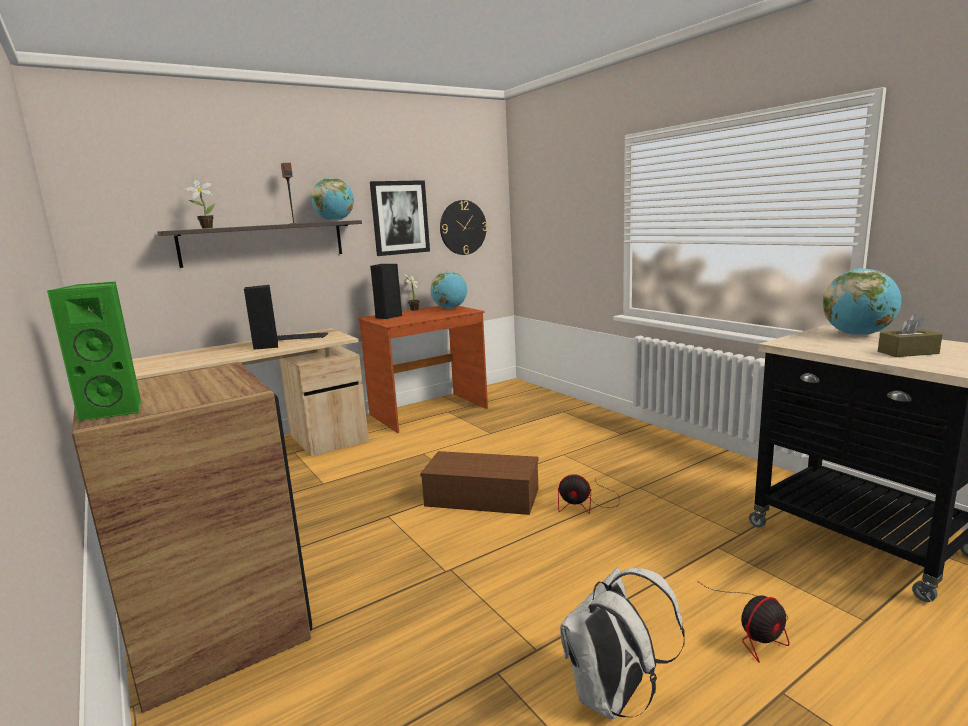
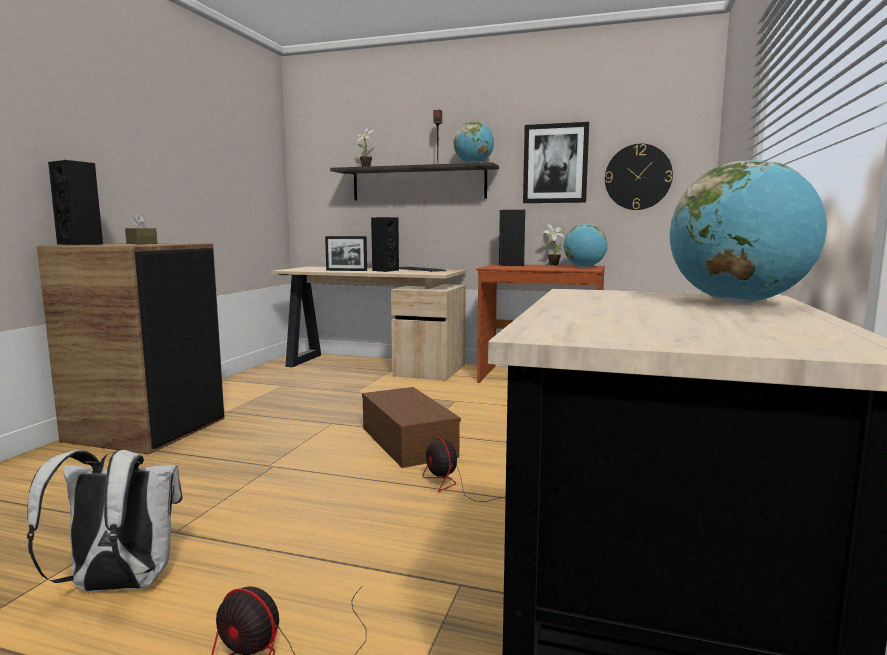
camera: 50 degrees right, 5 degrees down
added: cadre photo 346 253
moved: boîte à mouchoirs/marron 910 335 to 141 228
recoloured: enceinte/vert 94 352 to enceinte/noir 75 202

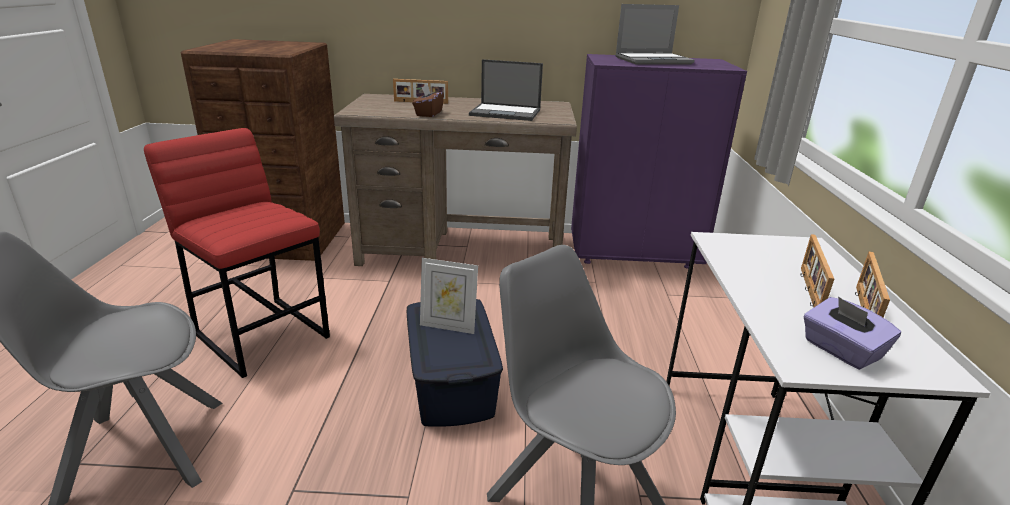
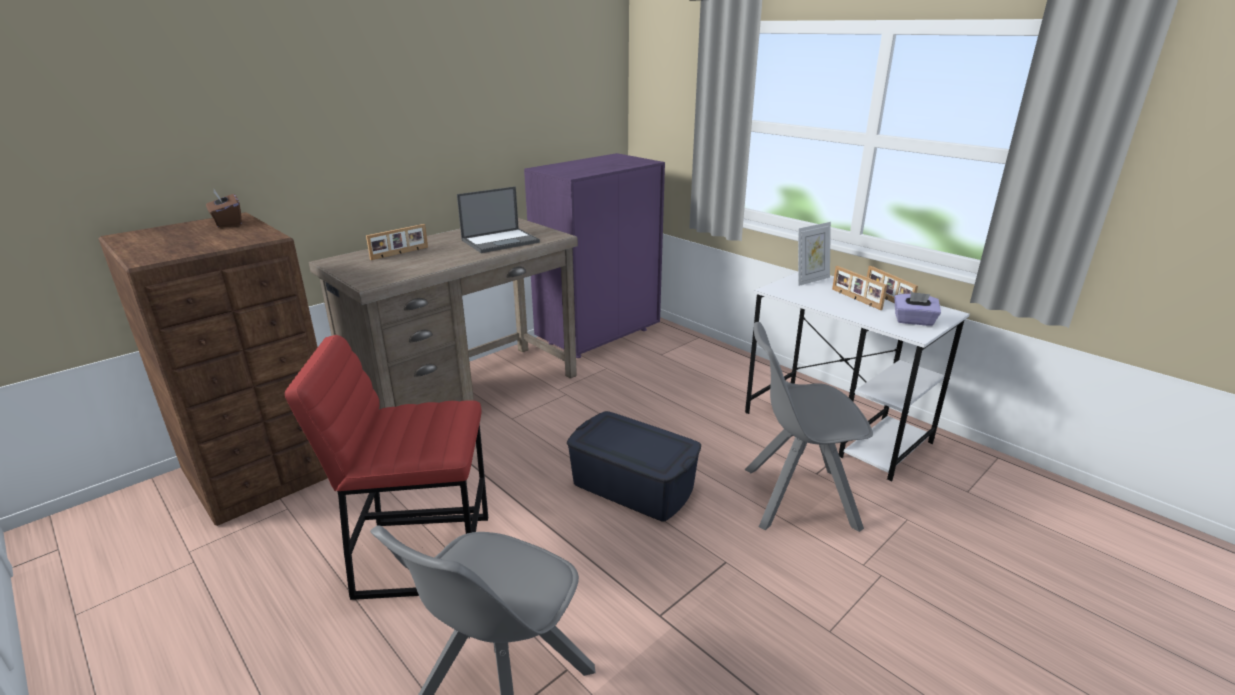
camera: 45 degrees left, 0 degrees up
removed: ordinateur portable 655 34
moved: boîte à mouchoirs/marron 428 100 to 224 208; cadre photo 449 296 to 814 254

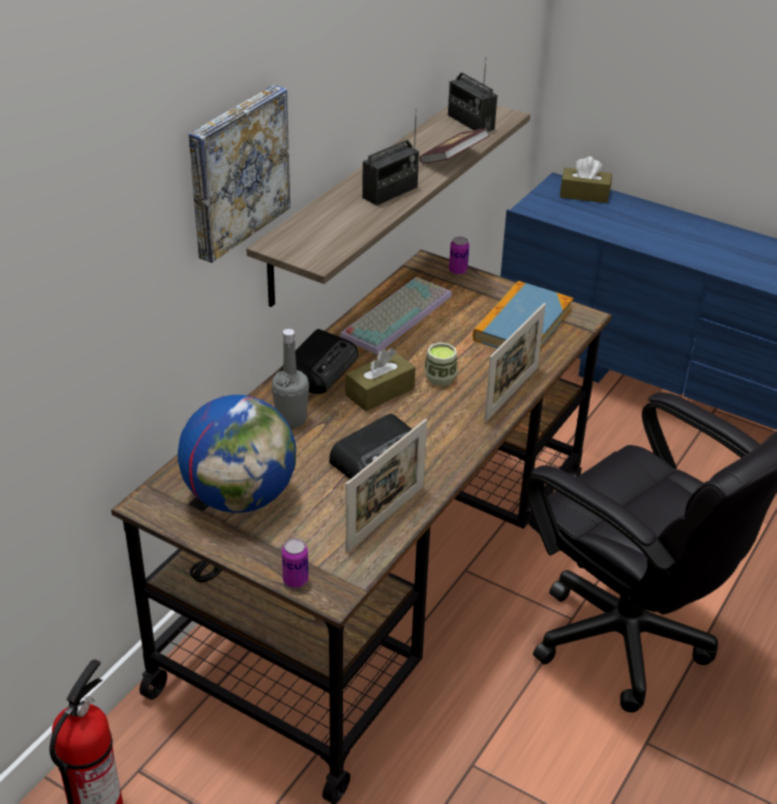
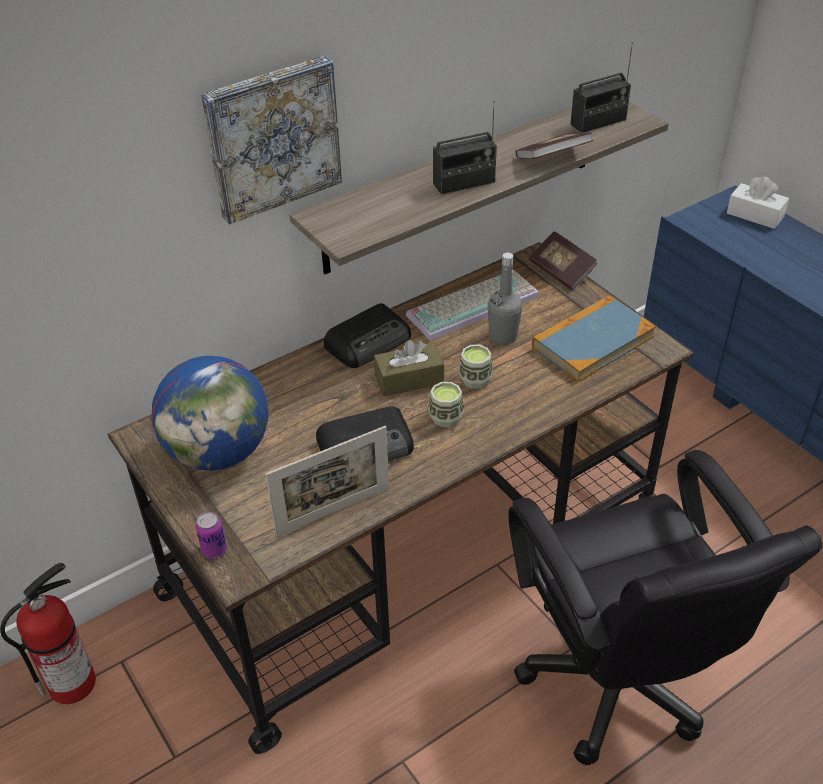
camera: 25 degrees right, 5 degrees up
removed: cadre photo 515 362
added: tasse 446 404
moved: bouteille/gris 290 378 to 505 299
replaced: boîte métallique 459 256 to livre 563 261
recoloured: boîte à mouchoirs/marron 586 180 to boîte à mouchoirs/blanc 758 202
turned: radio 472 95 = 601 87 105 degrees counterclockwise

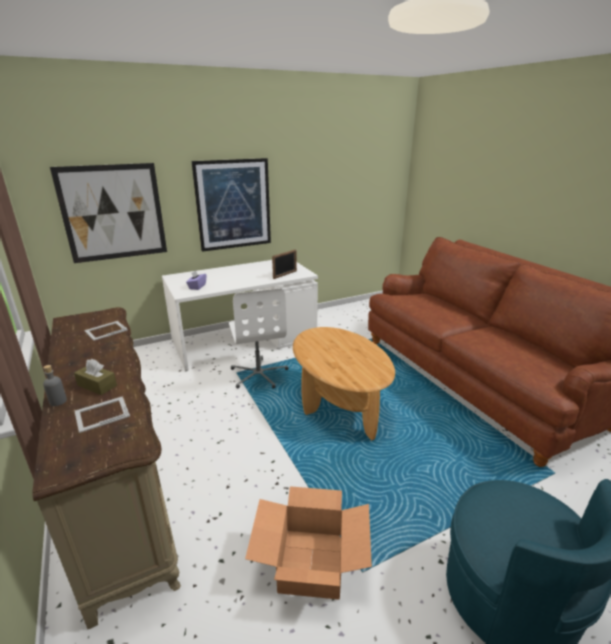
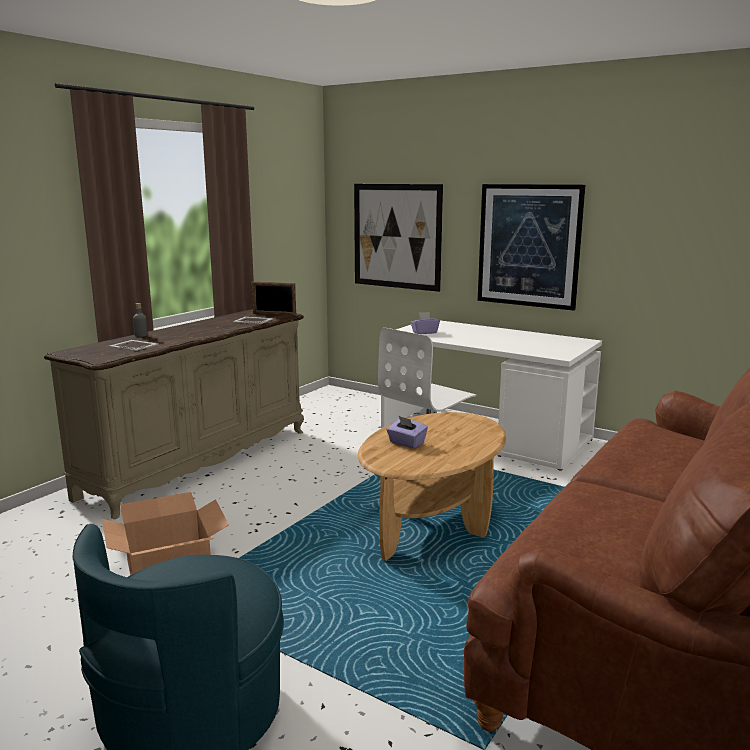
camera: 60 degrees right, 10 degrees down
removed: boîte à mouchoirs/marron 95 377
added: boîte à mouchoirs/violet 407 432
moved: cadre photo 284 264 to 274 299

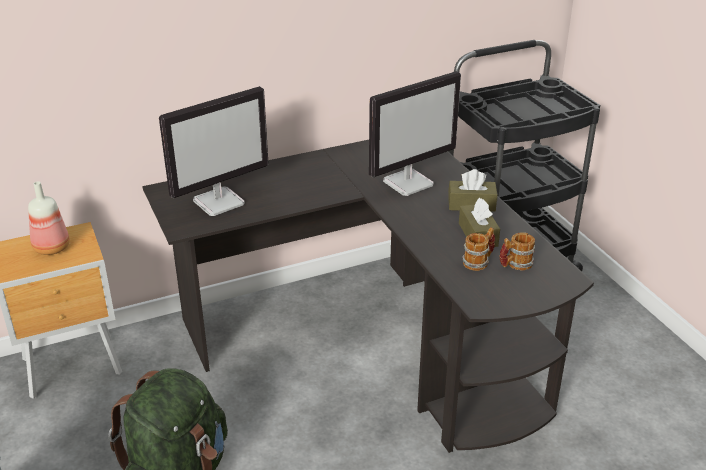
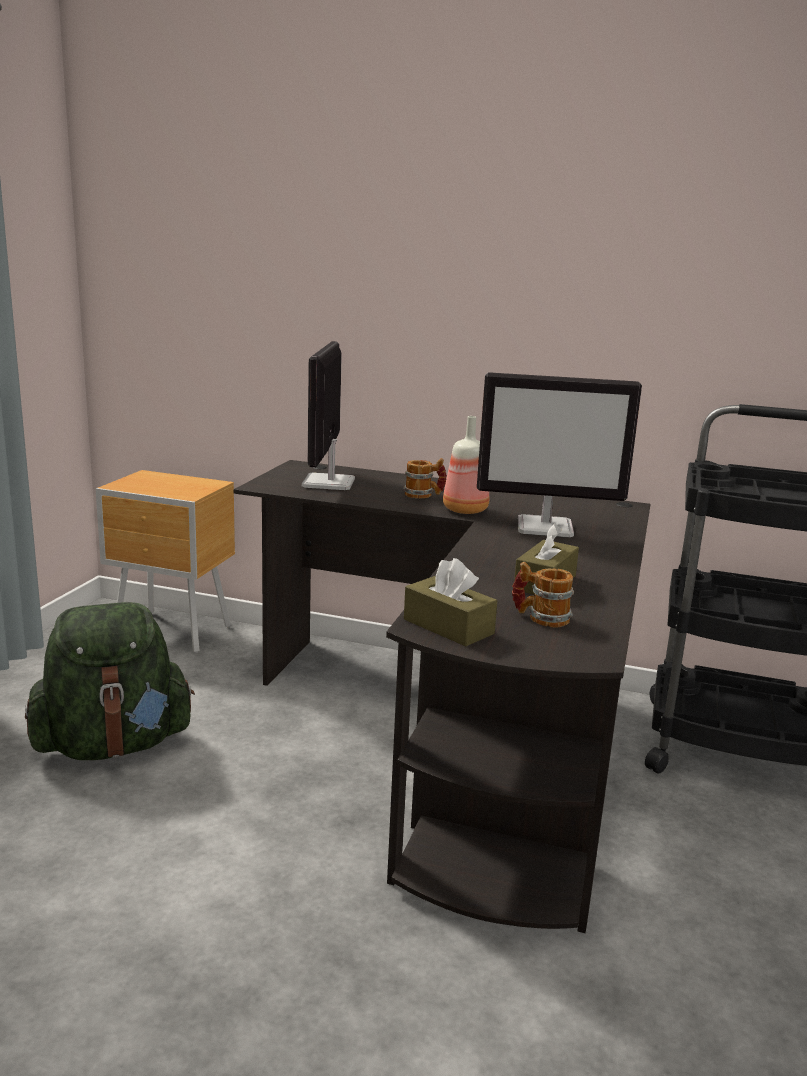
camera: 40 degrees right, 15 degrees down
moved: bouteille 49 218 to 466 465; boîte à mouchoirs/marron 472 190 to 450 602; mug 478 249 to 425 478
turned: écran d'ordinateur 214 151 = 328 415 90 degrees clockwise

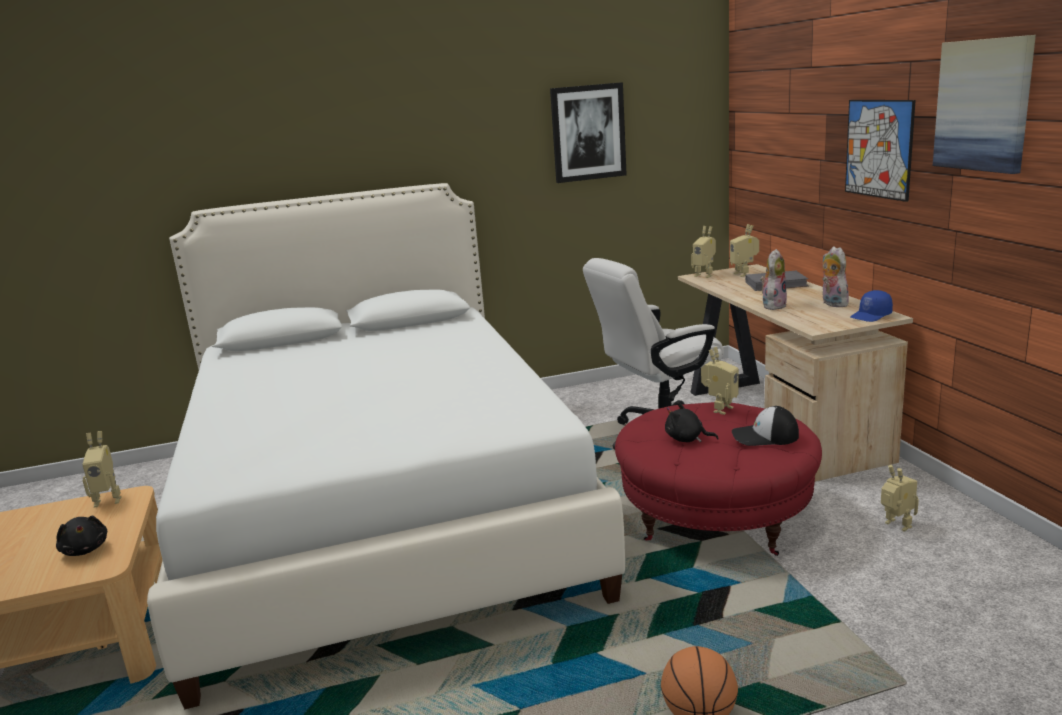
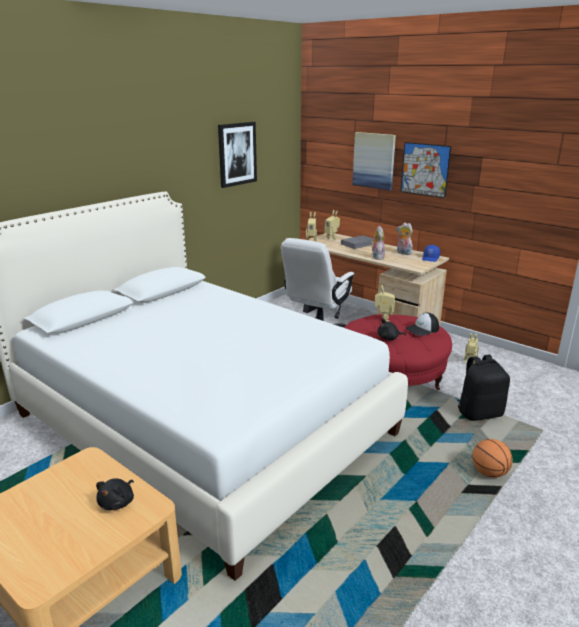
camera: 35 degrees left, 5 degrees up
removed: robot jouet 101 469
added: sac à dos/noir 484 388
moved: tableau 984 104 to 374 161
turned: peluche/noir 81 536 = 115 494 90 degrees clockwise

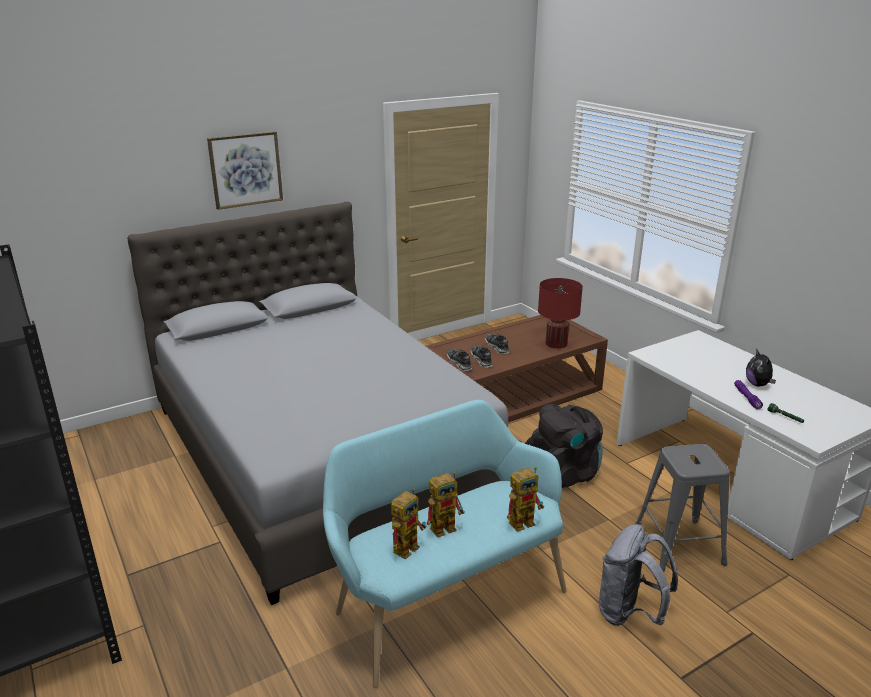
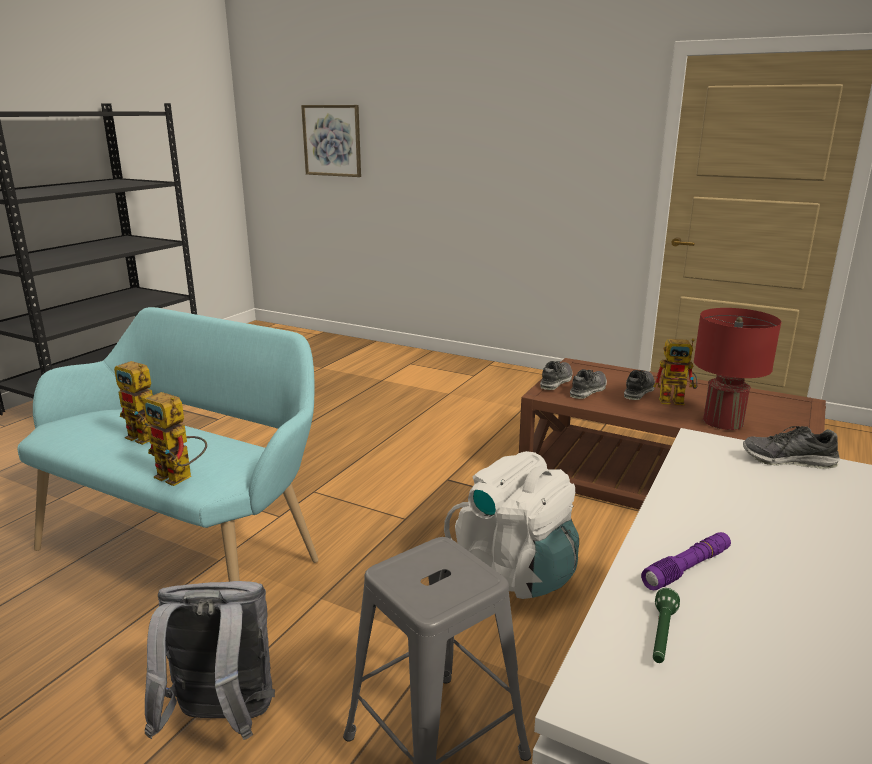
camera: 60 degrees right, 5 degrees down
removed: lit/gris 324 403; peluche 761 367
added: chaussure 791 447
moved: tableau 245 170 to 331 141; robot jouet 408 523 to 675 371
recoloured: sac à dos/noir 564 446 to sac à dos/blanc 511 525

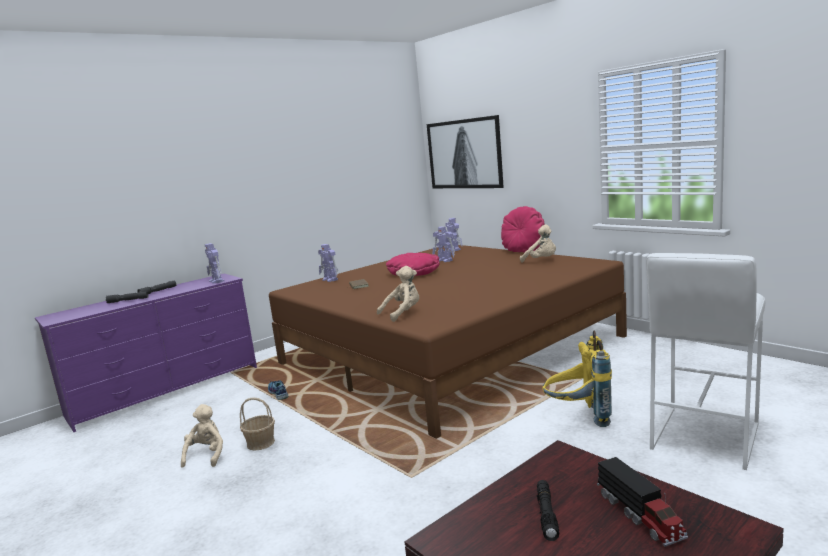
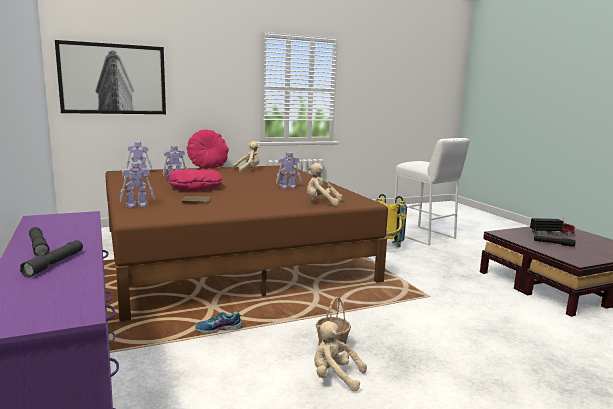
camera: 75 degrees left, 0 degrees up
moved: robot jouet 214 263 to 289 170
turned: peluche/beige 398 294 = 325 184 60 degrees counterclockwise

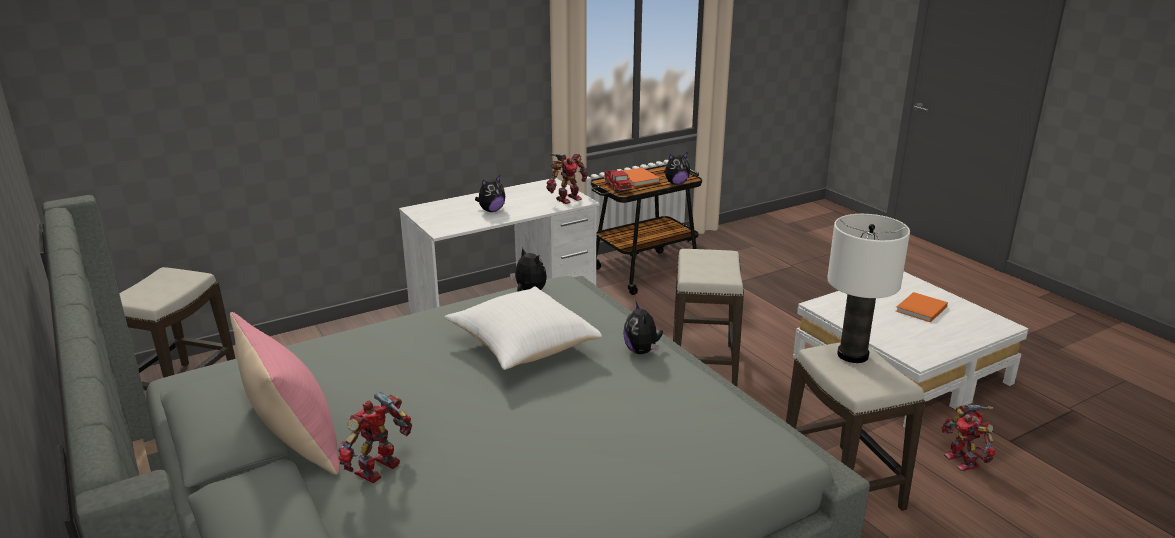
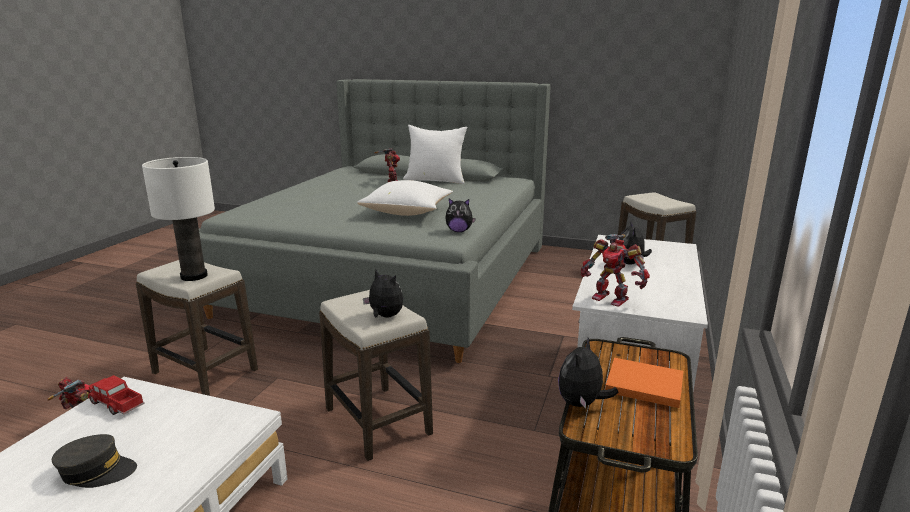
camera: 140 degrees right, 5 degrees down
moved: camion jouet 618 181 to 116 395; peluche 643 328 to 383 293
replaced: livre/orange 922 307 to casquette/gris 94 461
recoloured: coussin/rose 285 393 to coussin/blanc 435 154
turned: robot jouet 567 178 = 615 270 60 degrees counterclockwise

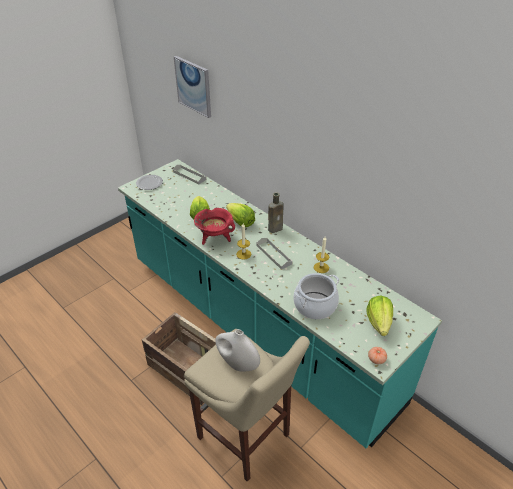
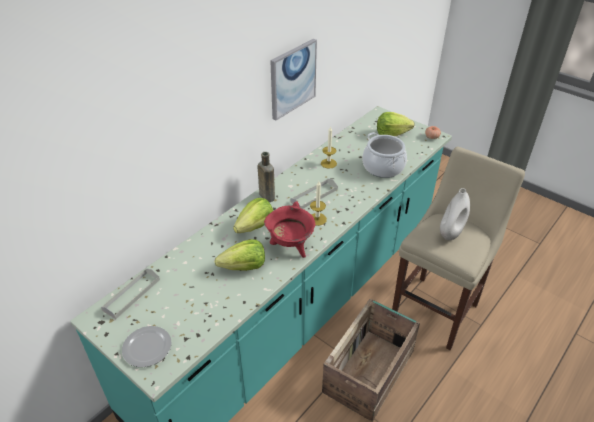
camera: 95 degrees left, 0 degrees up
moved: tableau 192 87 to 293 80

